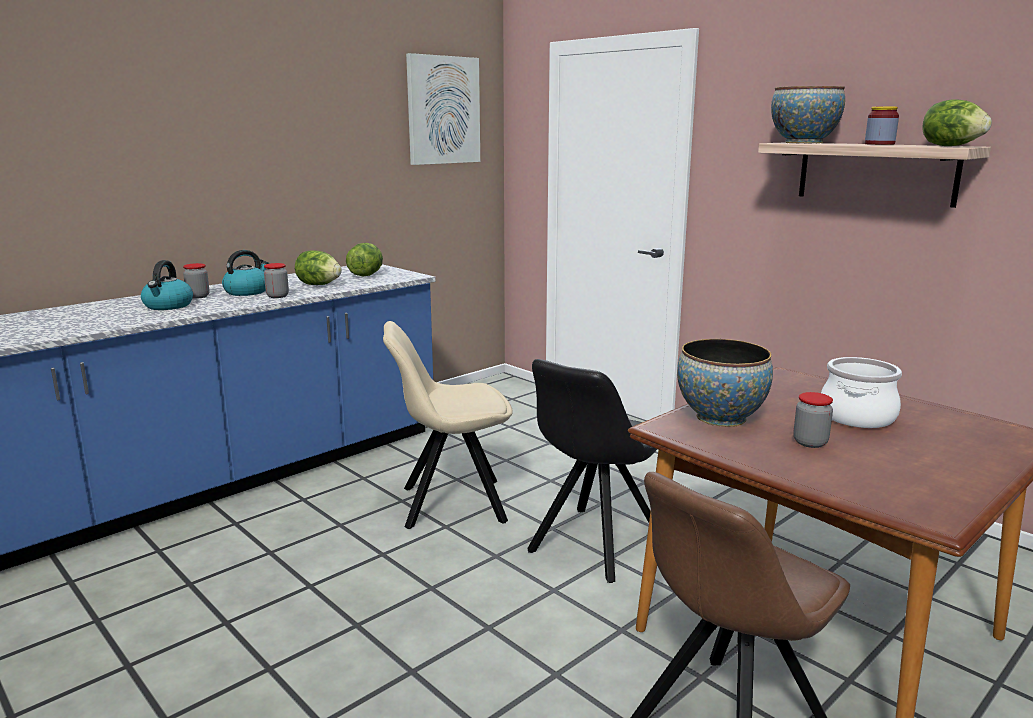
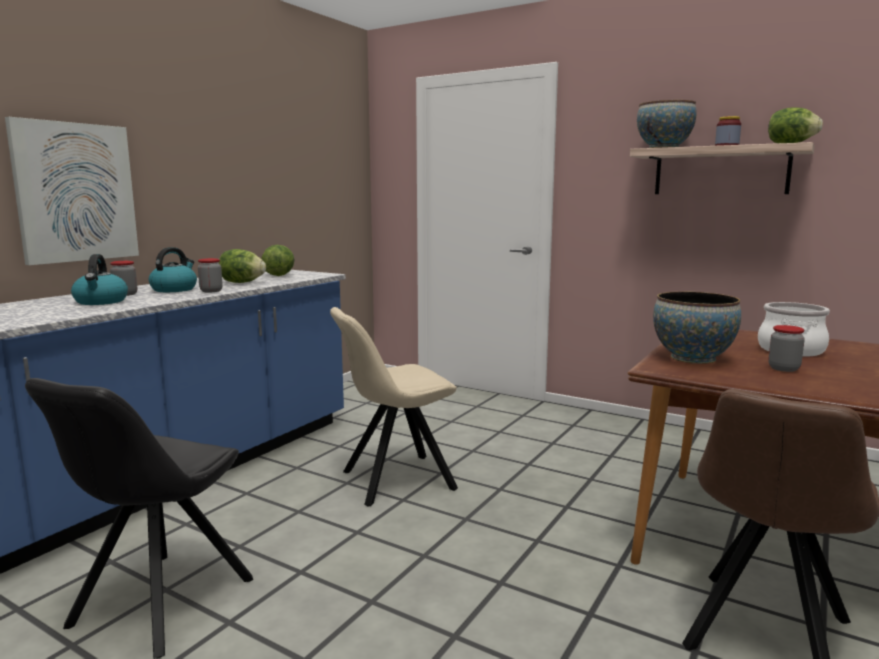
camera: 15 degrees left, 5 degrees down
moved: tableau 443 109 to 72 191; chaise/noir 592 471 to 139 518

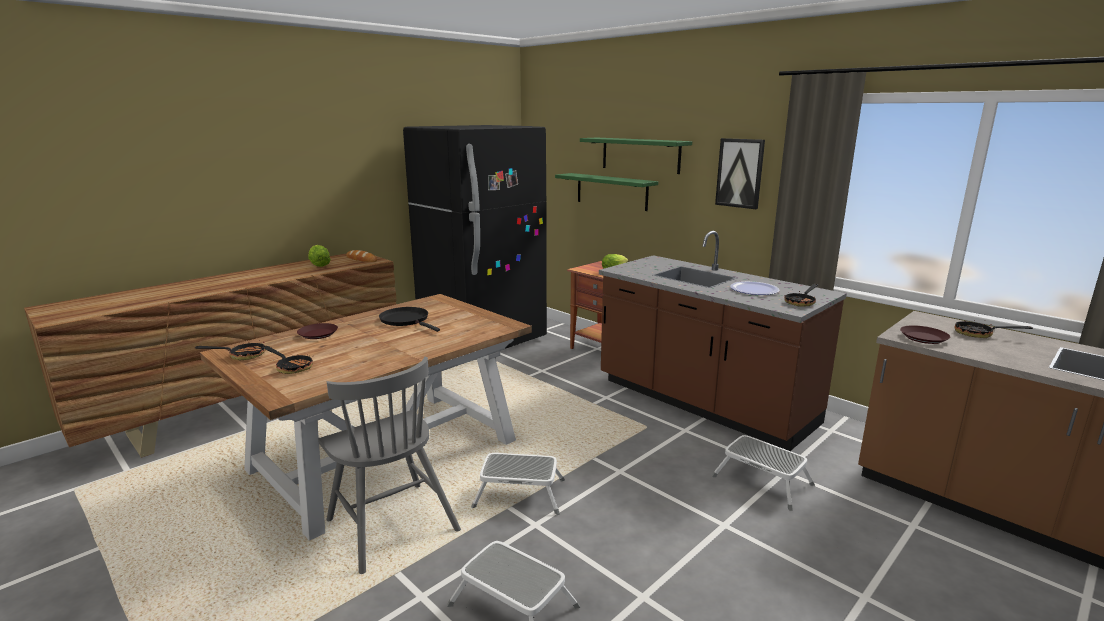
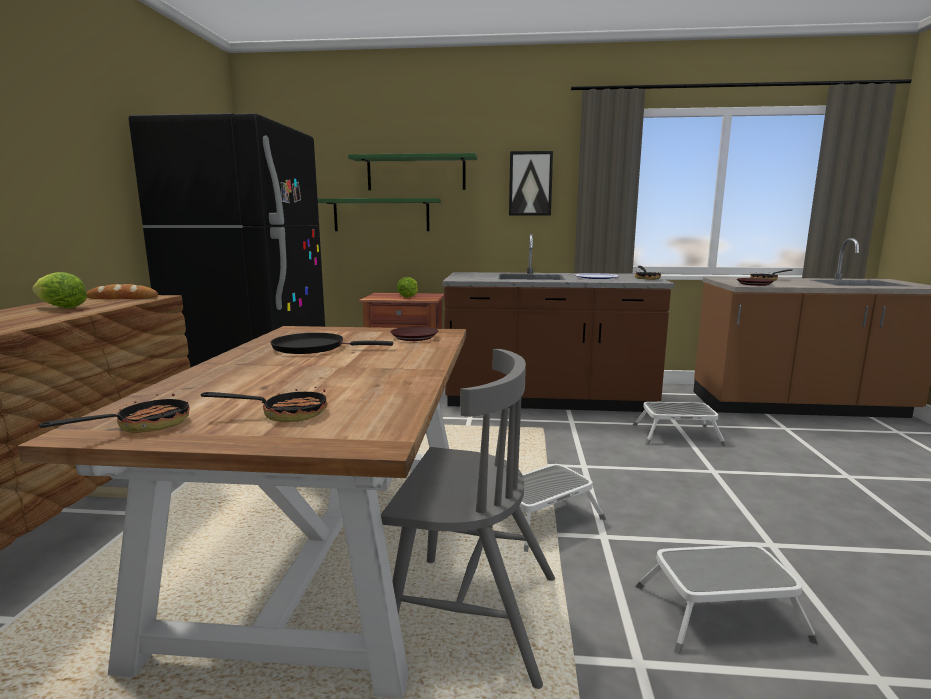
camera: 40 degrees left, 5 degrees down
moved: assiette/marron 317 331 to 414 334

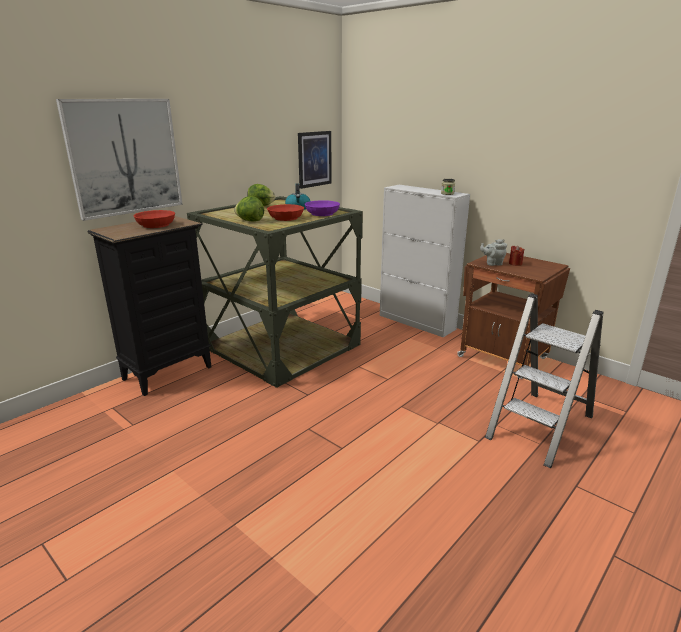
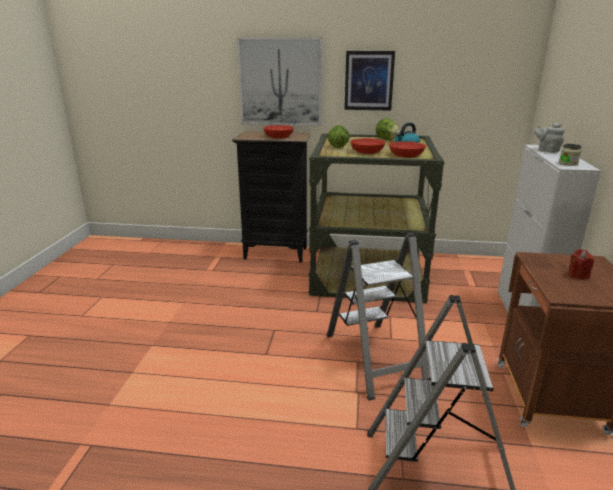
camera: 55 degrees right, 0 degrees up
added: escabeau/gris 378 316
moved: tableau 315 160 to 369 81; théière/gris 493 252 to 549 138
recoloured: bol/violet 322 208 to bol/rouge 407 149

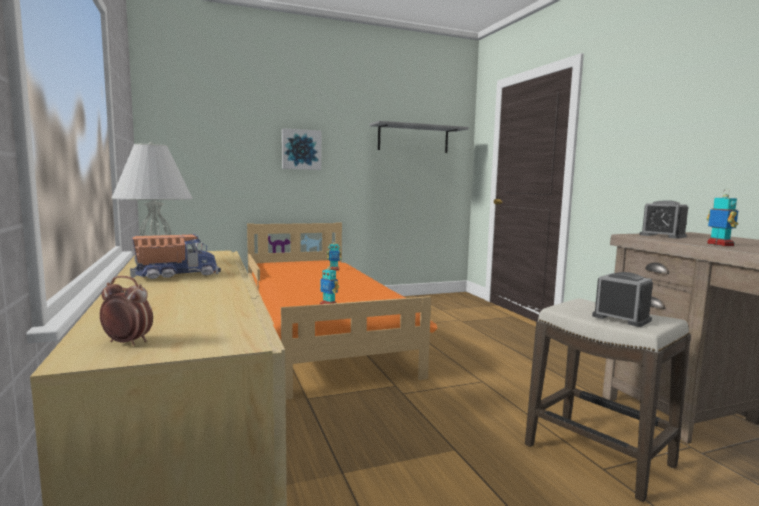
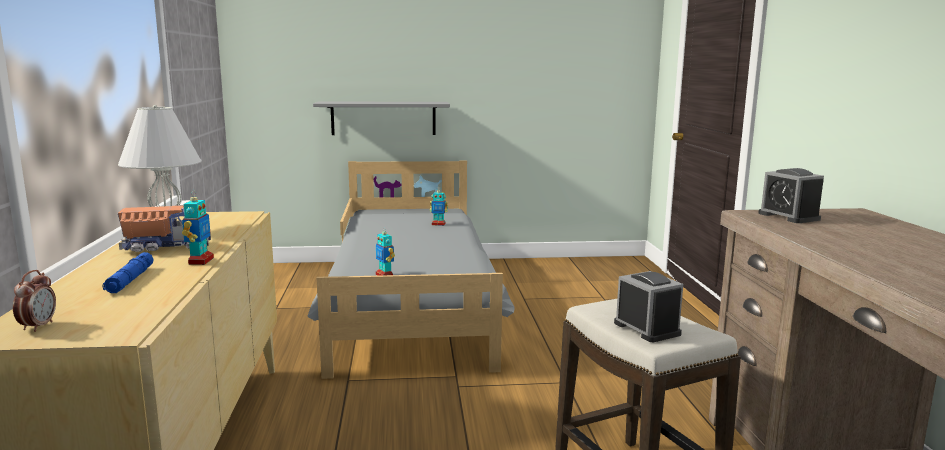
camera: 15 degrees right, 5 degrees up
removed: tableau 301 149
added: lampe de poche/bleu 128 272
moved: étagère/gris 419 137 to 381 118; robot jouet 722 217 to 198 227
recoloured: lit/orange 342 311 to lit/gris 411 270
turned: réveil 126 310 = 34 301 60 degrees clockwise

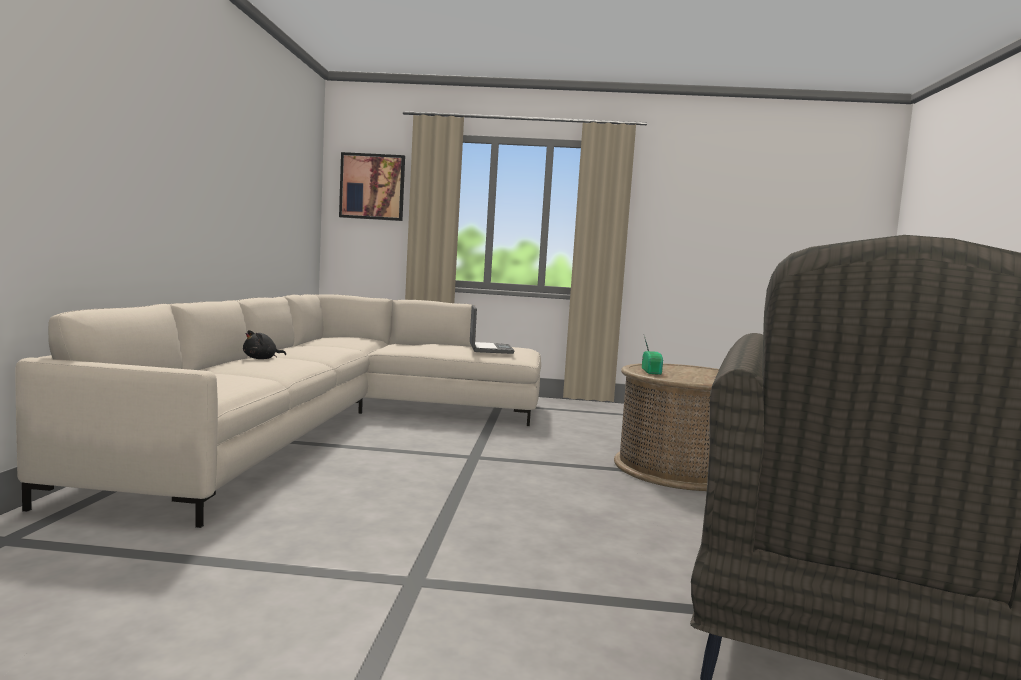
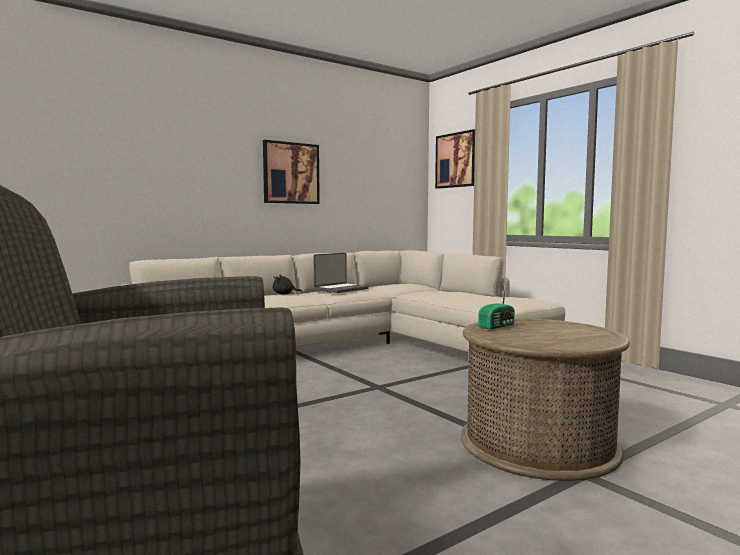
camera: 50 degrees right, 0 degrees up
added: tableau 291 172
moved: ordinateur portable 492 329 to 341 273

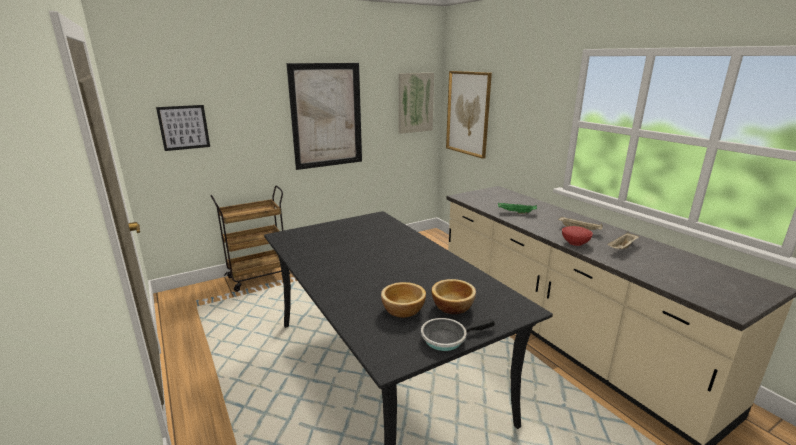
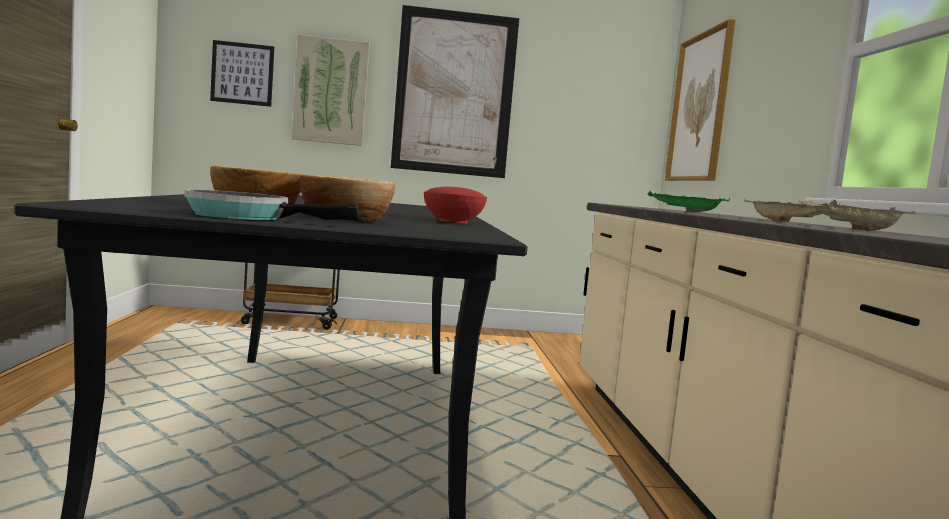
camera: 25 degrees right, 15 degrees down
moved: tableau 416 103 to 331 90; bol/rouge 577 236 to 455 205

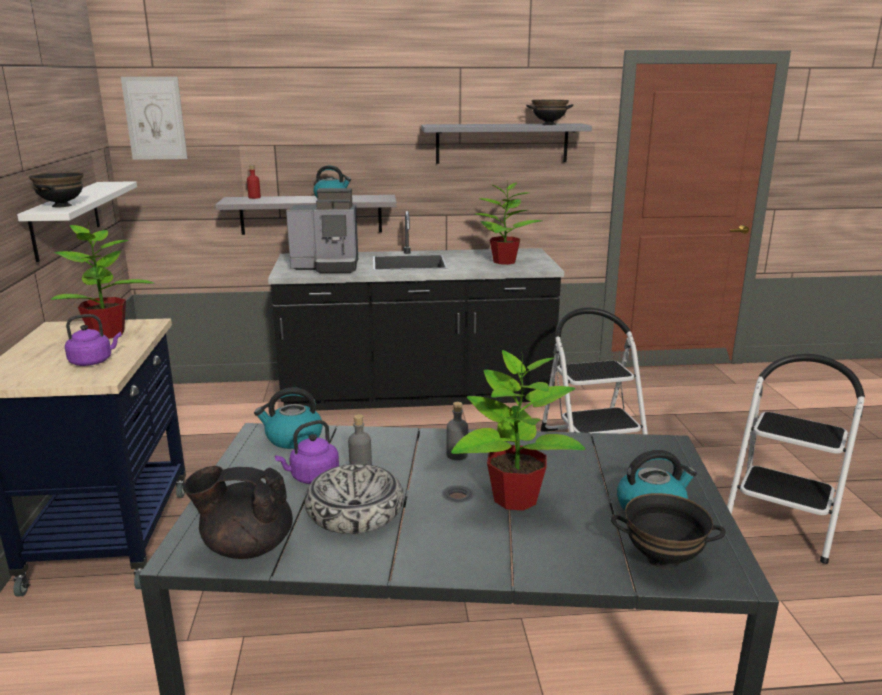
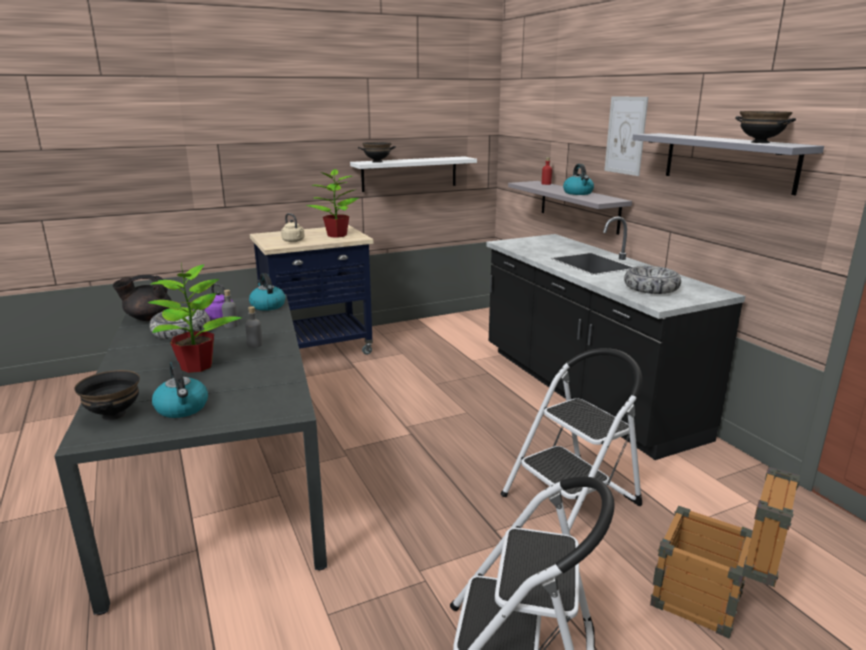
camera: 70 degrees right, 0 degrees up
removed: machine à café 322 231
added: caisse 725 553
moved: tableau 154 118 to 626 136
replaced: plante en pot 508 223 to bol 652 280
recoloured: bouilloire/violet 93 340 to bouilloire/beige 293 227
turned: théière/noir 238 512 = 142 298 90 degrees counterclockwise

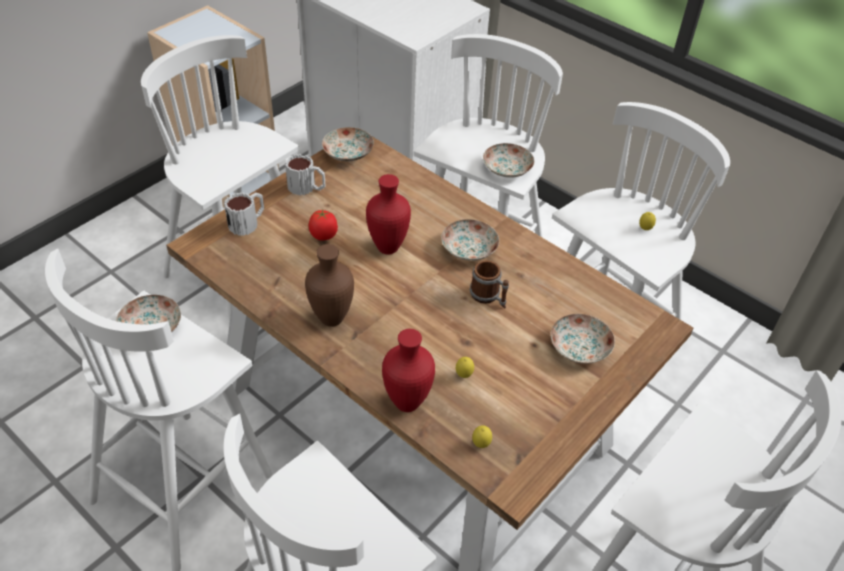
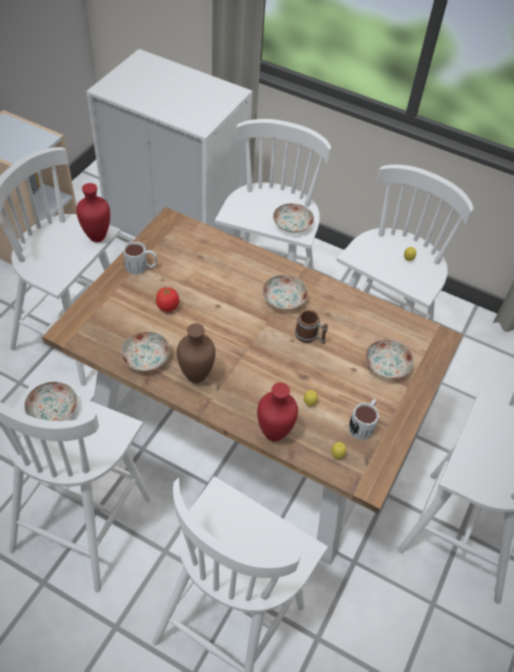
camera: 15 degrees left, 5 degrees up
moved: mug 244 214 to 363 419; assiette 348 144 to 145 351; vase/rouge 388 214 to 93 212

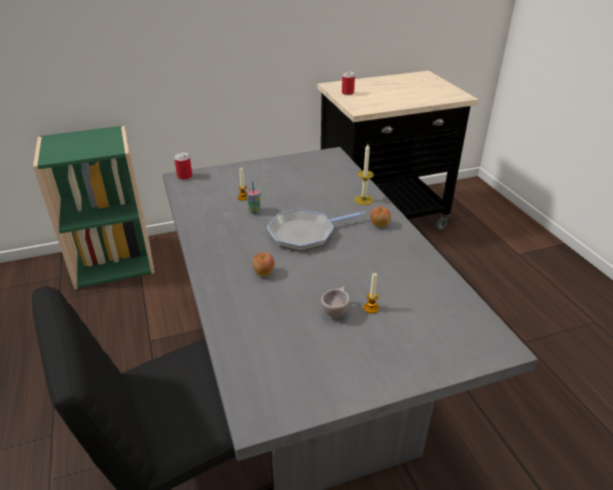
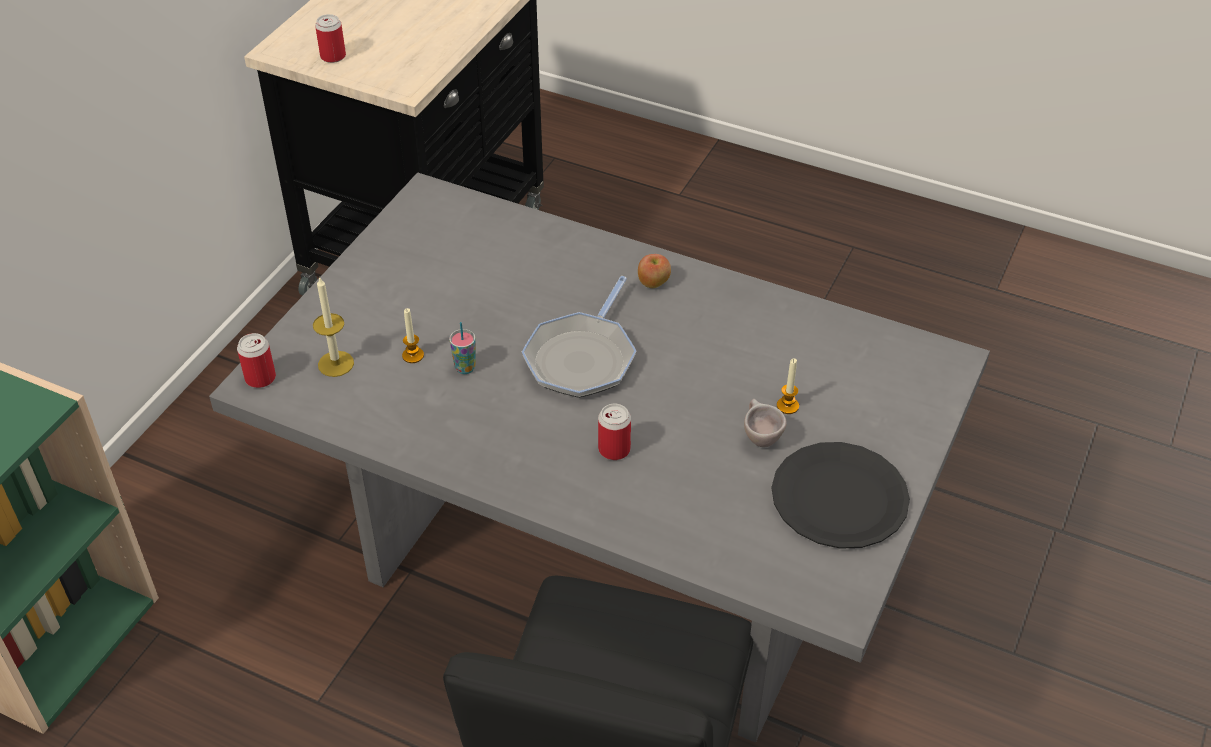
camera: 45 degrees left, 10 degrees up
added: assiette/noir 841 495
moved: bougie 364 174 to 333 326
replaced: pomme 263 264 to boîte métallique 614 432

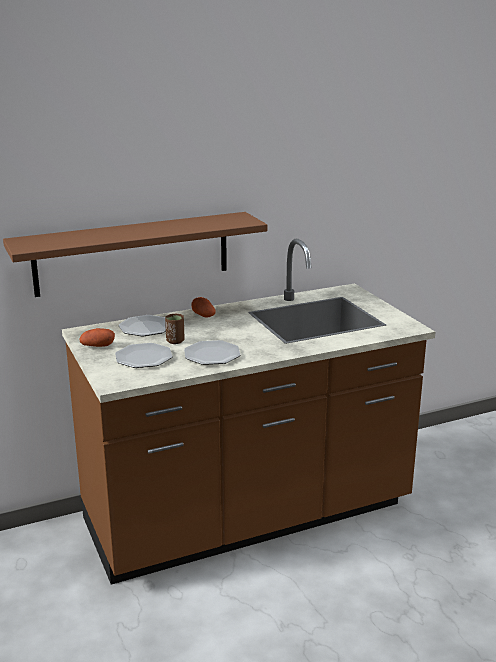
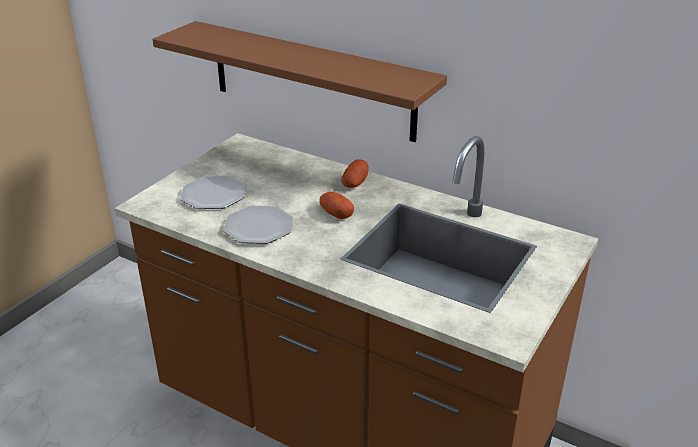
camera: 55 degrees right, 10 degrees up
removed: assiette 142 325; tasse/marron 174 329
moved: pomme de terre 97 337 to 336 205

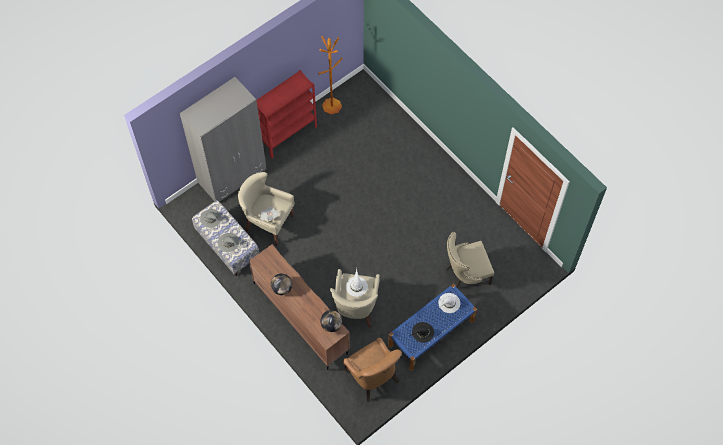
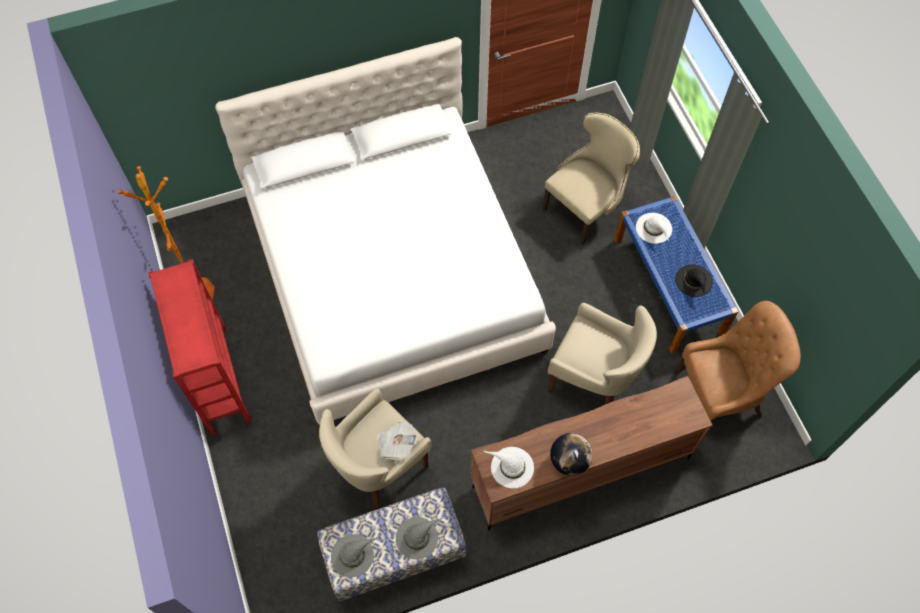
camera: 70 degrees left, 0 degrees up
removed: armoire/gris 223 139; globe 331 321
added: lit/blanc 385 231
moved: chapeau/blanc 357 282 to 509 467
turned: chaise/beige 470 260 = 591 179 135 degrees counterclockwise

